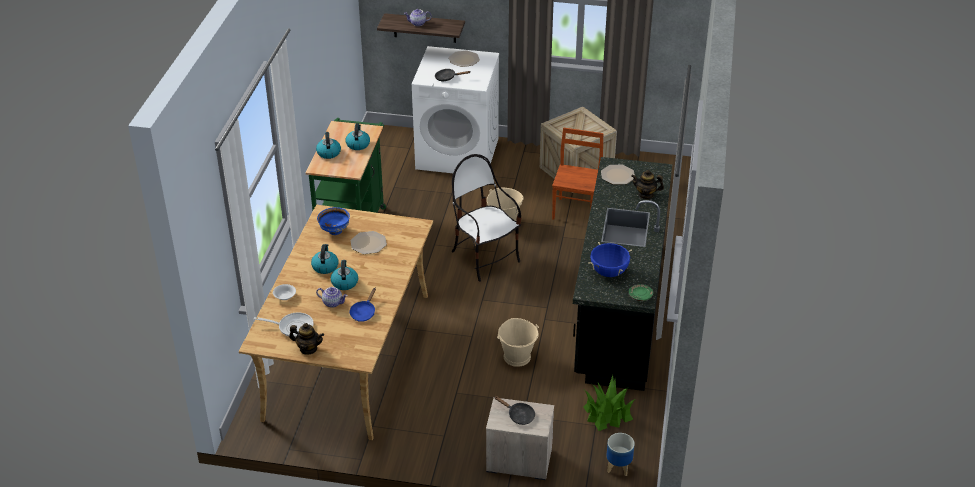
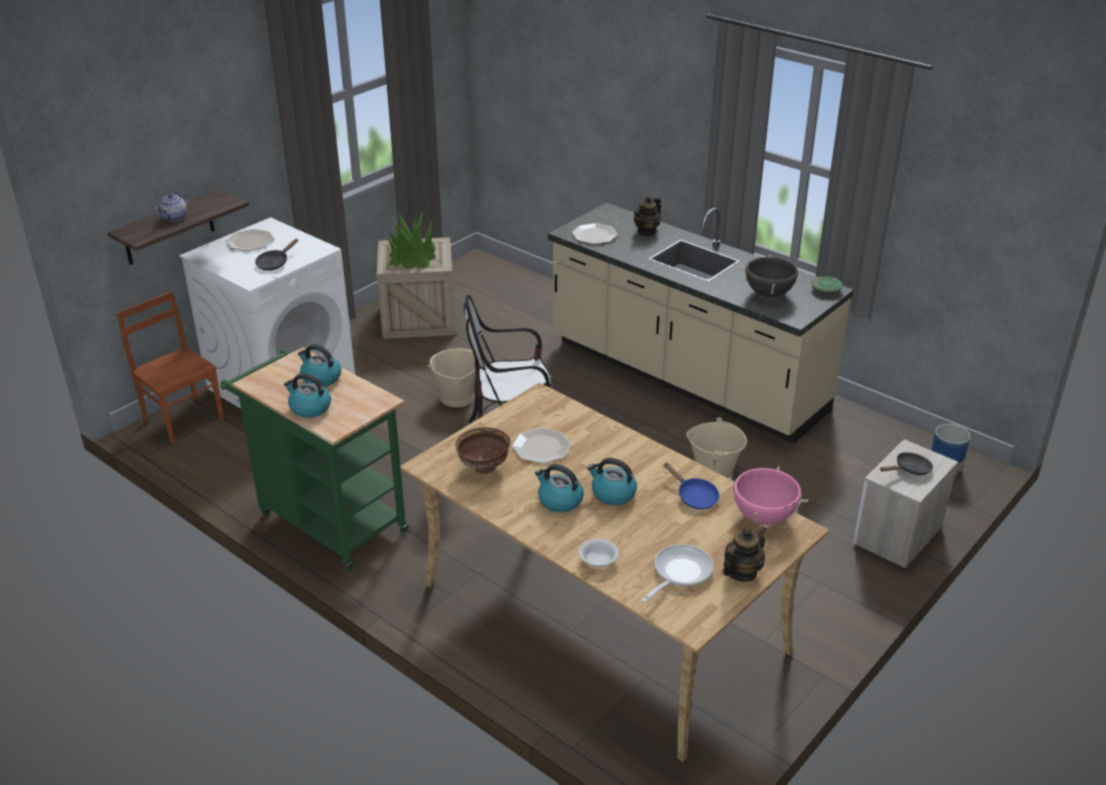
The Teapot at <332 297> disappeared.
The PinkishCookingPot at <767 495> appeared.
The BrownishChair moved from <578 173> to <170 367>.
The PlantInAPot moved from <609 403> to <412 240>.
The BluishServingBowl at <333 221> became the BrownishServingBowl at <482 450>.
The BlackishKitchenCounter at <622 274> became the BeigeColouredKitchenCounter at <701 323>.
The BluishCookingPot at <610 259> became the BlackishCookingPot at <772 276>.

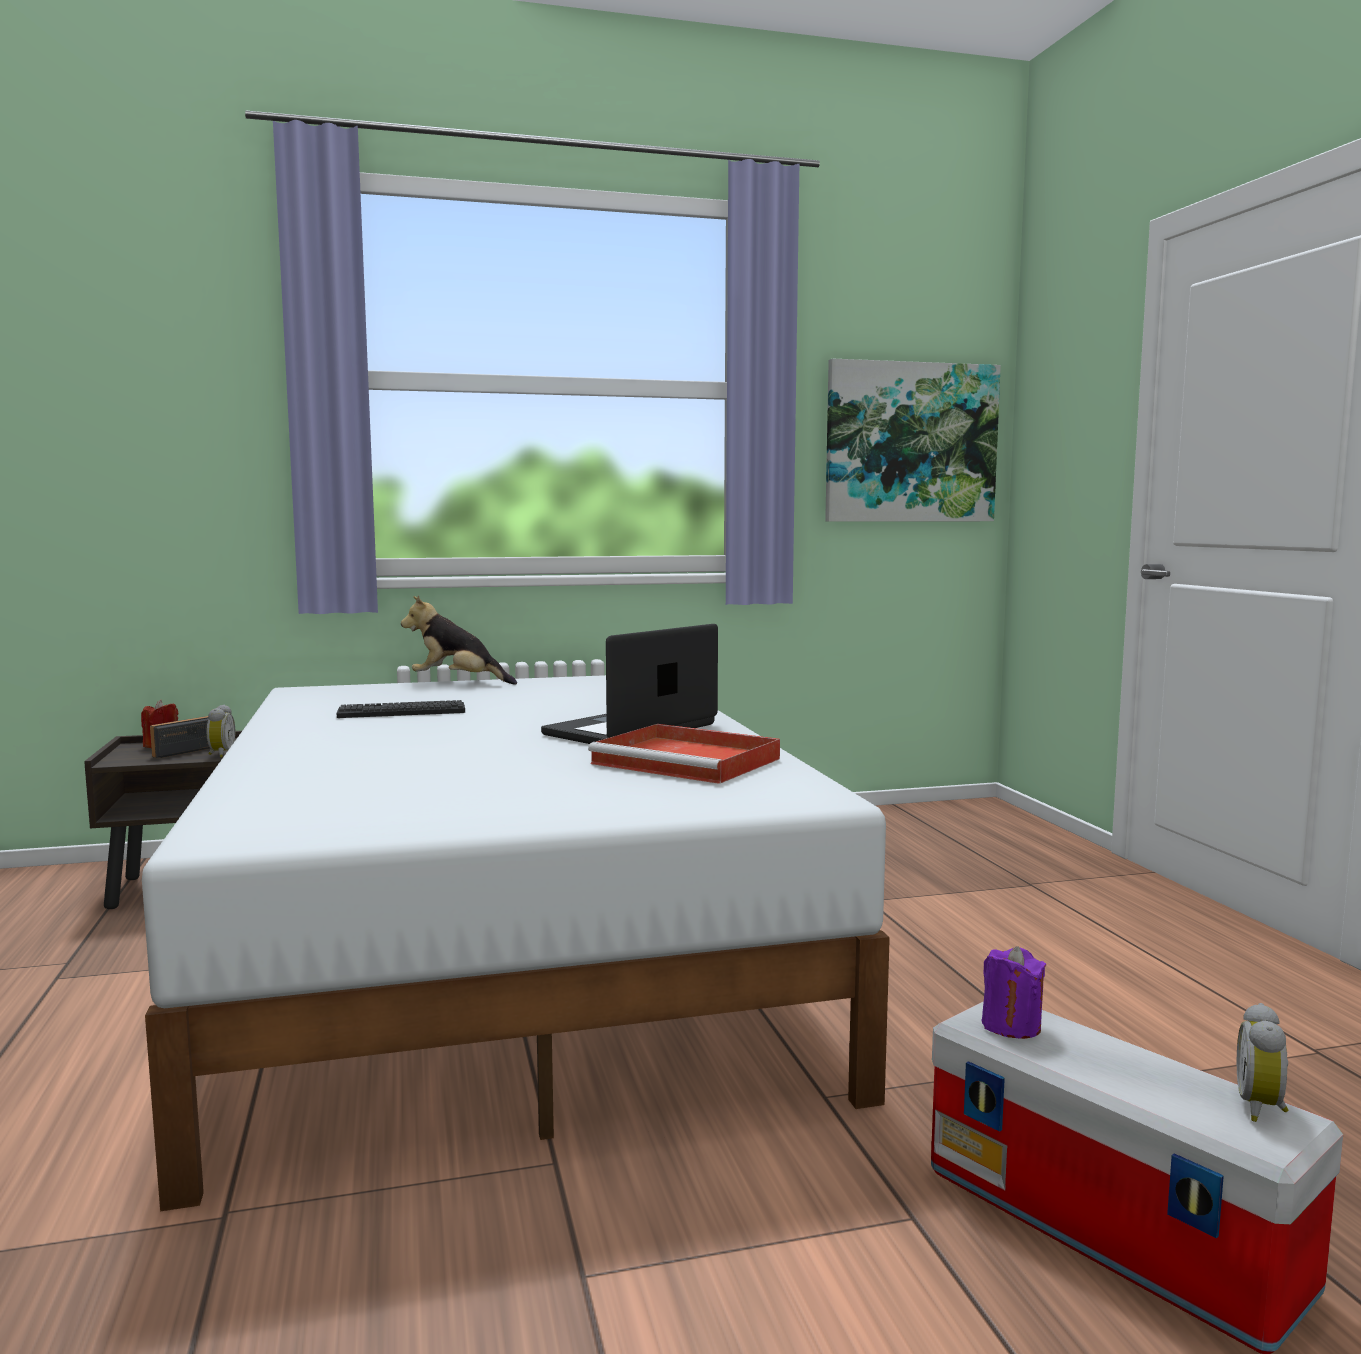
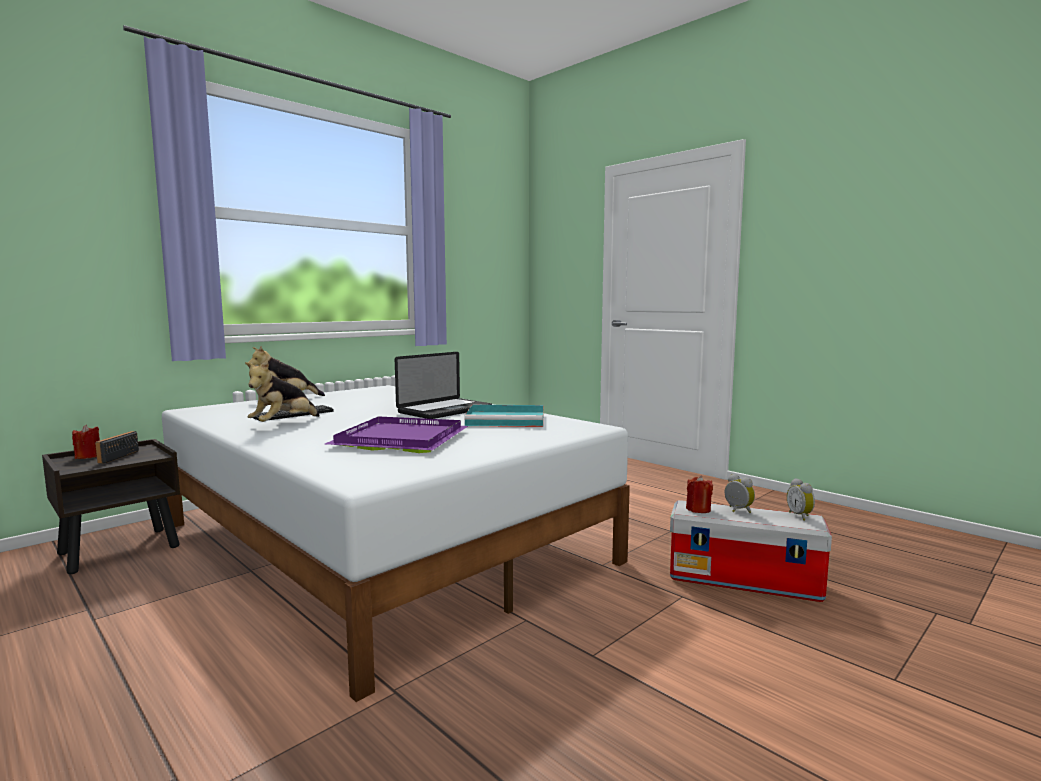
The Picture at <913 440> disappeared.
The PlushToy at <282 391> appeared.
The PurplishTray at <396 435> appeared.
The TableClock moved from <221 731> to <740 493>.
The RedTray at <684 754> became the TurquoiseColouredTray at <504 416>.
The PurplishCandle at <1014 992> became the RedCandle at <699 494>.
The Laptop at <629 684> turned 150 degrees counterclockwise.

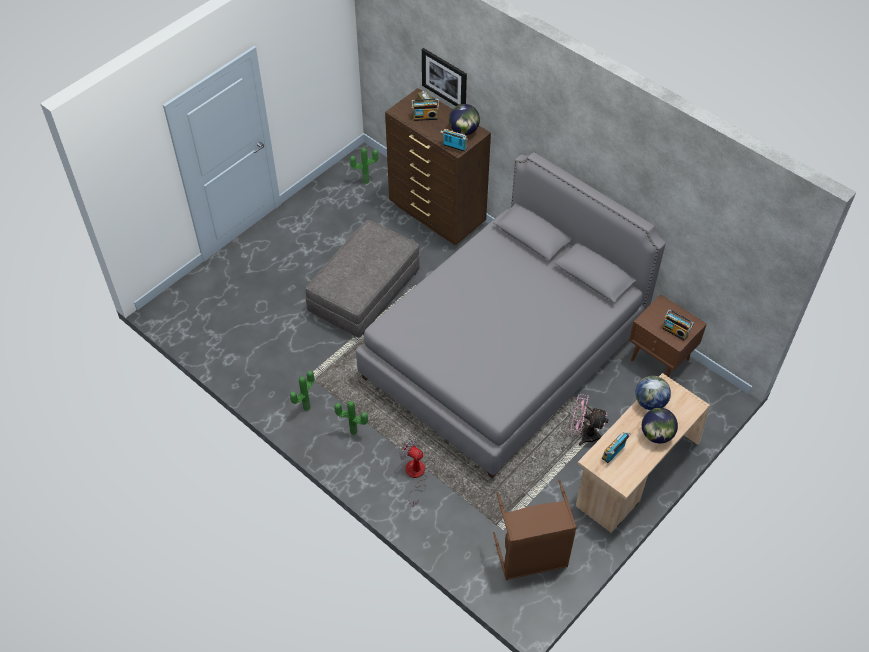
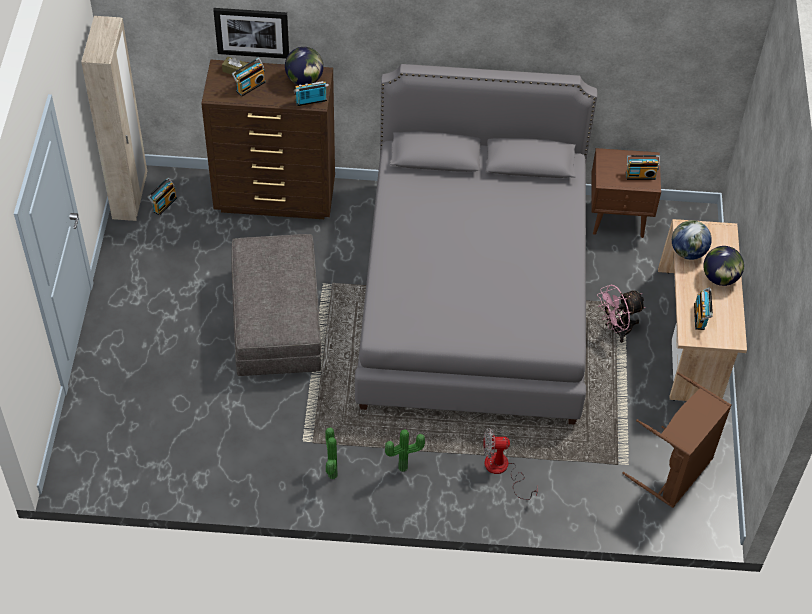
The BeigeColouredClothesCupboard at <114 118> appeared.
The PlantInAPot at <364 166> was replaced by the RadioSet at <162 197>.

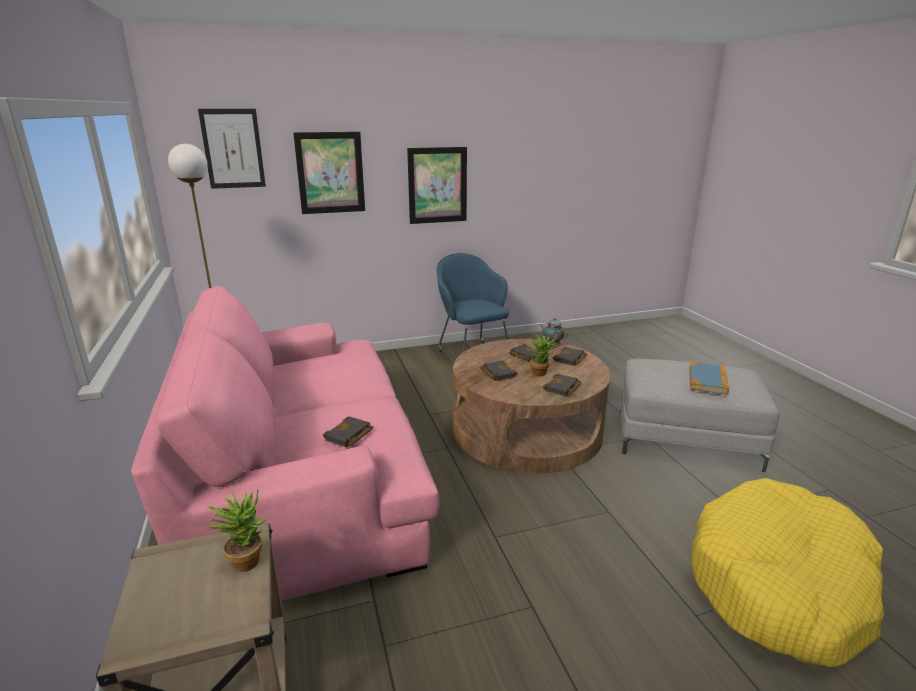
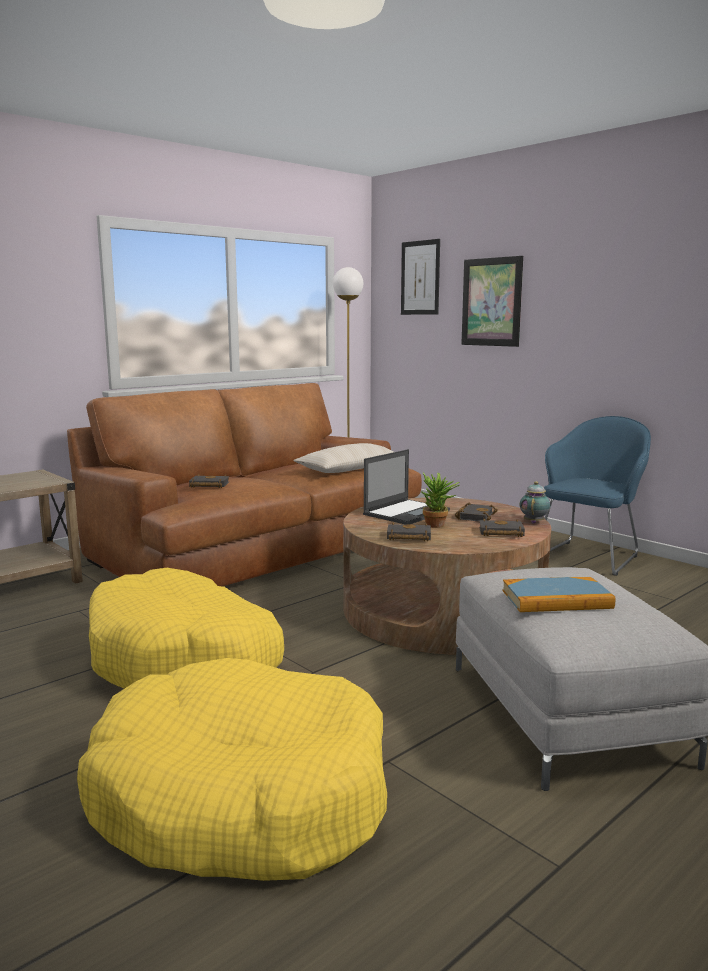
The PlantInAPot at <236 531> disappeared.
The Picture at <437 185> disappeared.
The YellowDogCushion at <186 628> appeared.
The BeigeColouredPillow at <344 458> appeared.
The BlackishBoundBook at <499 370> was replaced by the Laptop at <406 487>.
The PinkishSofa at <285 443> became the BrownishSofa at <244 484>.

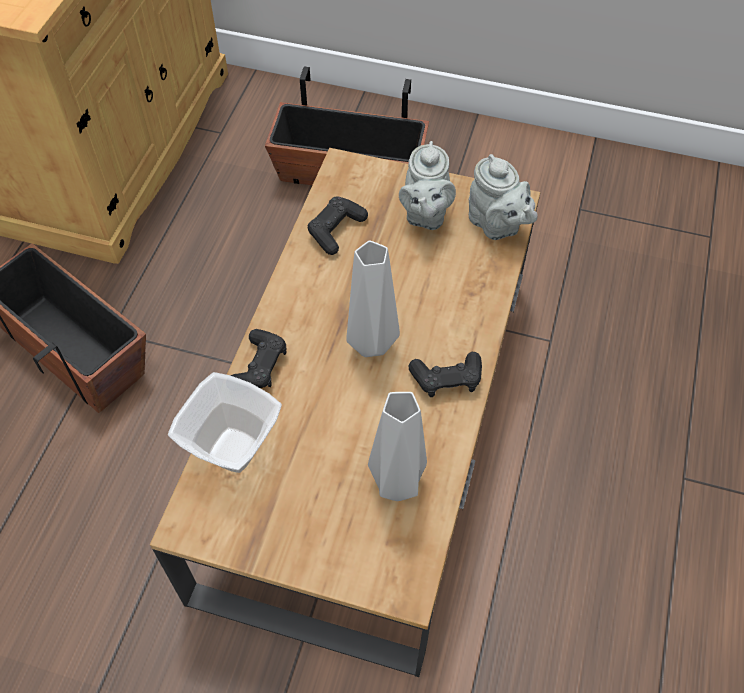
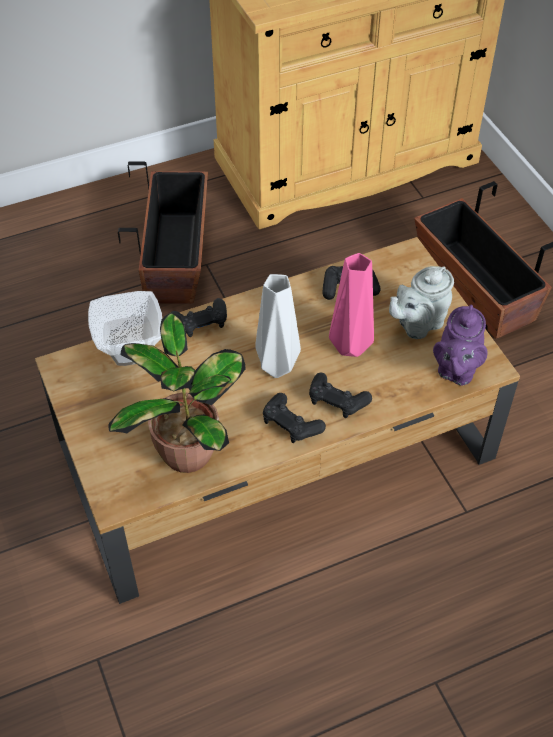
The BlackishJoypad at <340 395> appeared.
The PinkishFlowerVase at <351 305> appeared.
The GreyishFlowerVase at <397 446> was replaced by the PlantInAPot at <177 393>.
The GreyishTeapot at <503 197> became the PurplishTeapot at <460 345>.

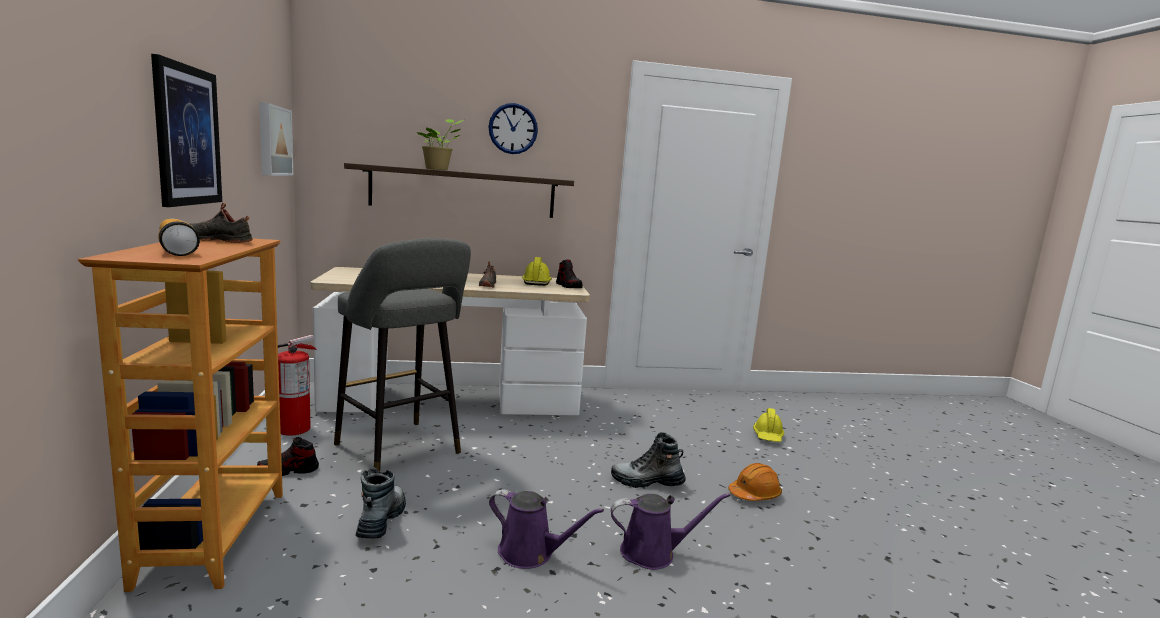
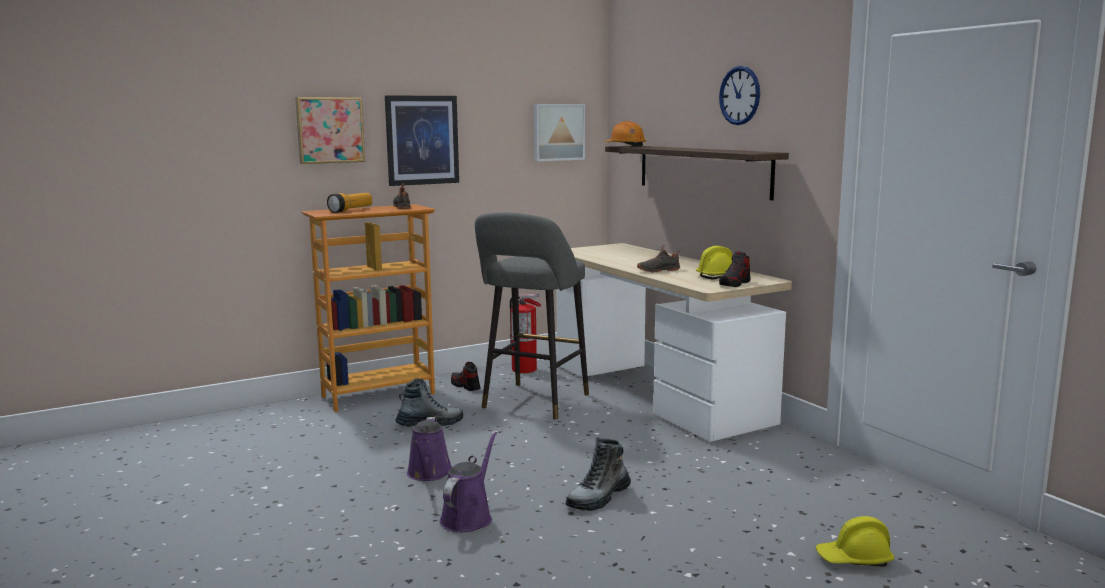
The PlantInAPot at <440 144> disappeared.
The Picture at <330 130> appeared.
The OrangeSafetyHelmet moved from <755 482> to <626 134>.
The Boot at <648 460> turned 120 degrees counterclockwise.
The PurplishSprinklingCan at <670 531> turned 135 degrees counterclockwise.

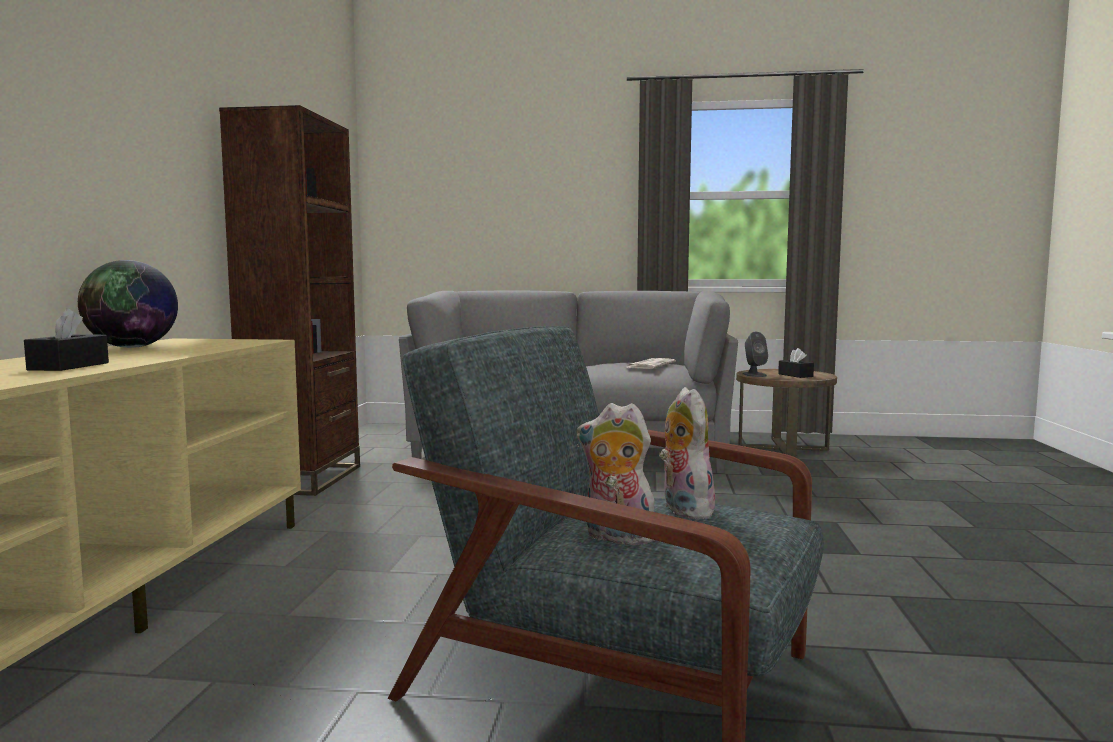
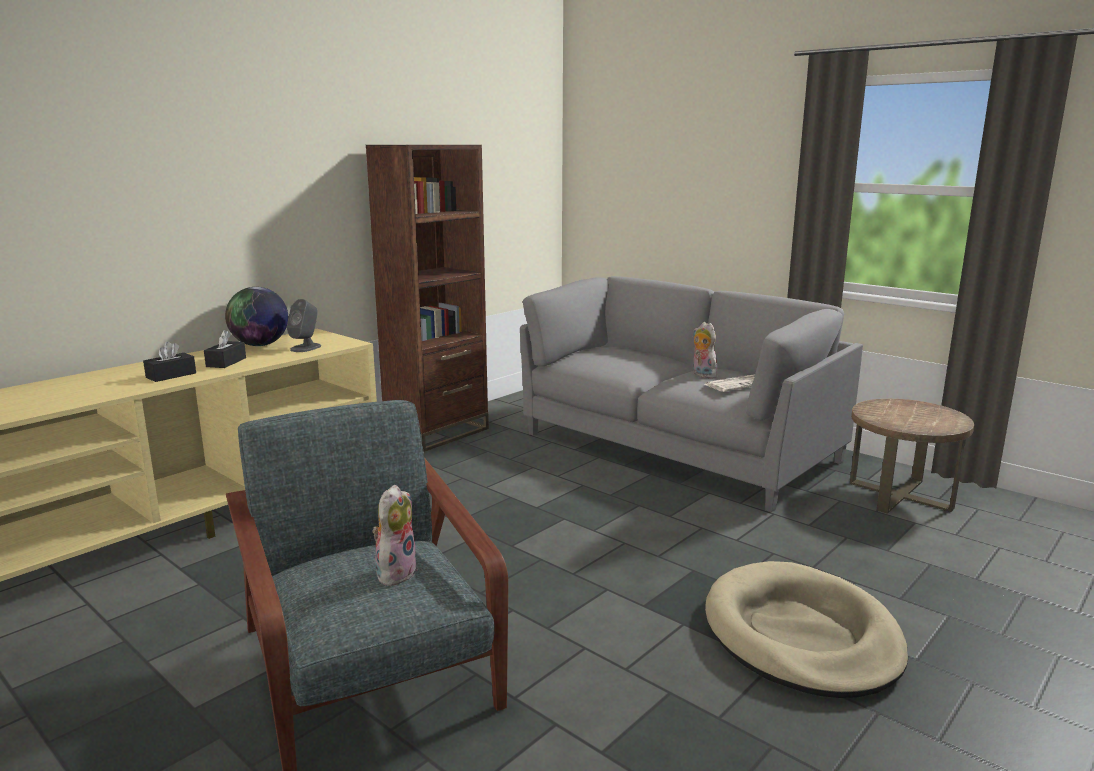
The BeigeColouredDogCushion at <806 629> appeared.
The PlushToy moved from <616 474> to <705 350>.
The GreyishSpeaker moved from <755 354> to <304 325>.
The BlackishBoxOfTissues moved from <796 363> to <225 349>.

